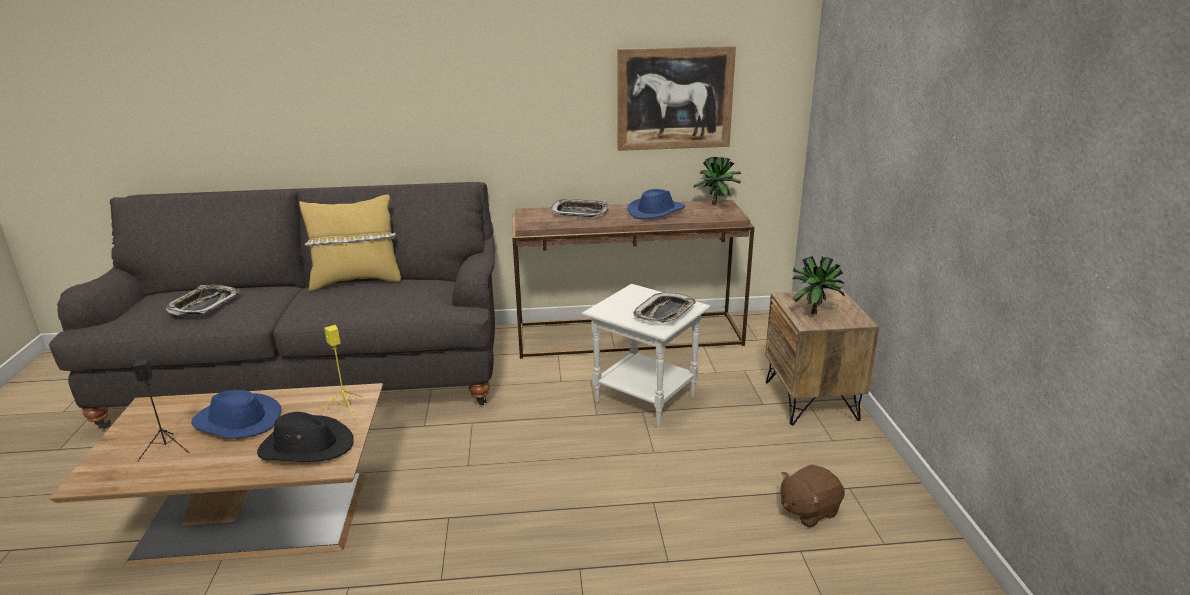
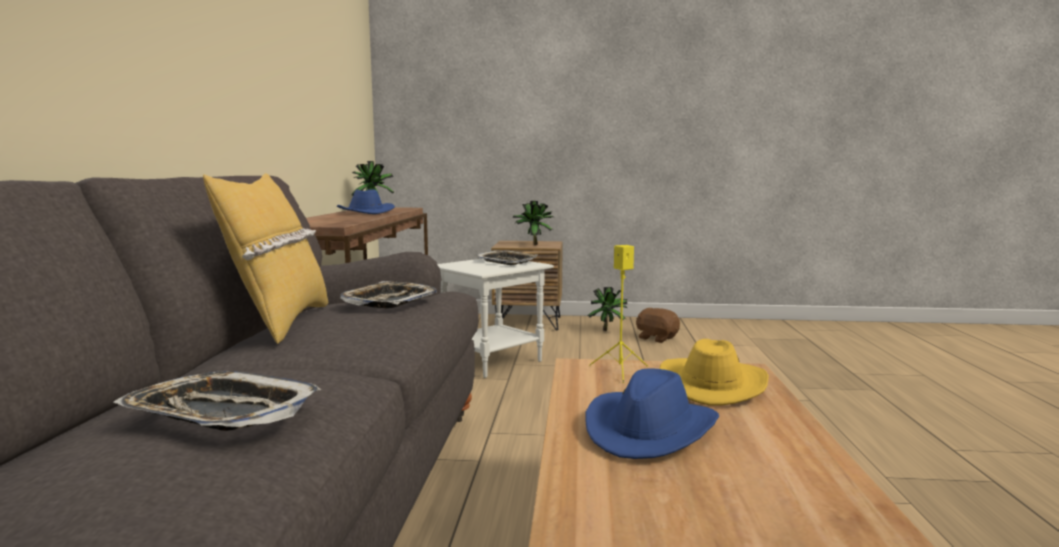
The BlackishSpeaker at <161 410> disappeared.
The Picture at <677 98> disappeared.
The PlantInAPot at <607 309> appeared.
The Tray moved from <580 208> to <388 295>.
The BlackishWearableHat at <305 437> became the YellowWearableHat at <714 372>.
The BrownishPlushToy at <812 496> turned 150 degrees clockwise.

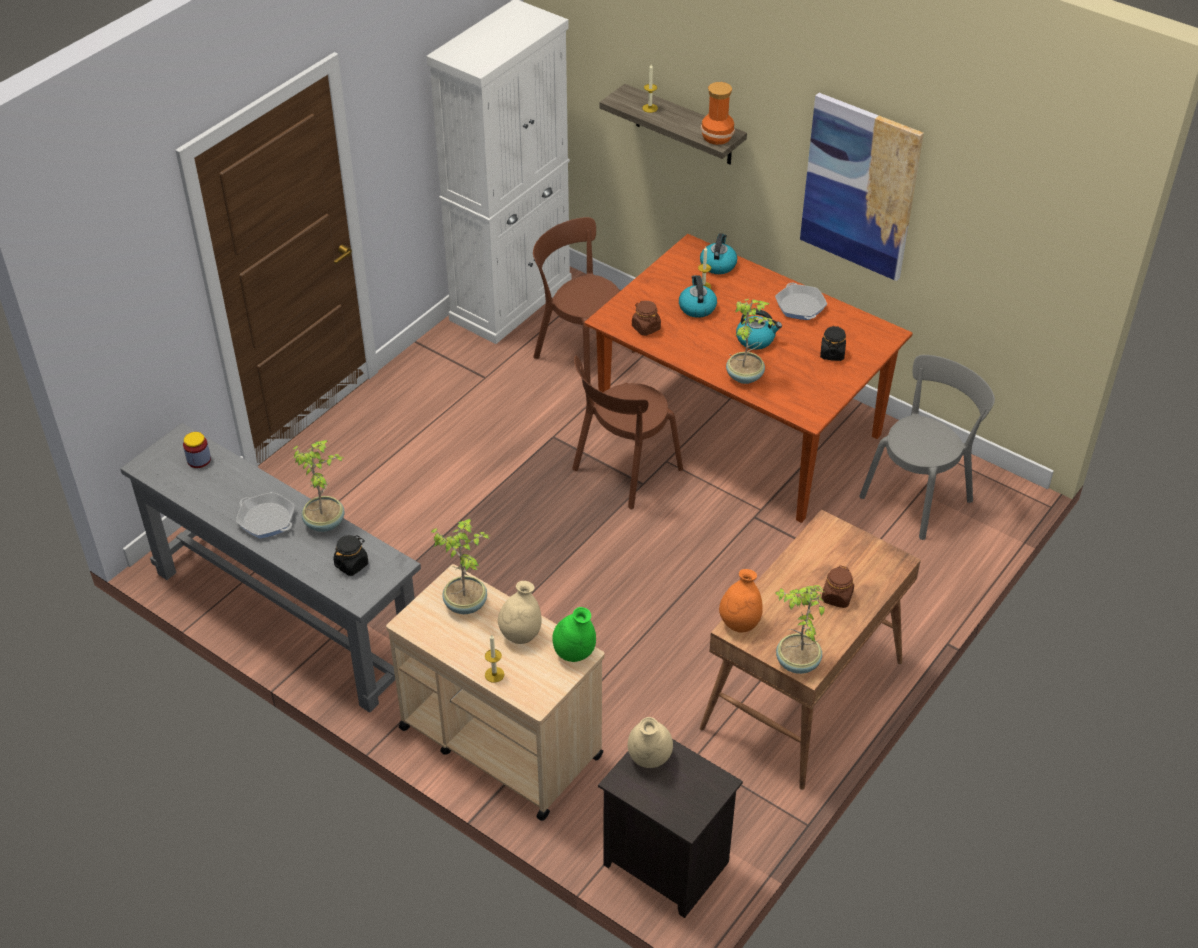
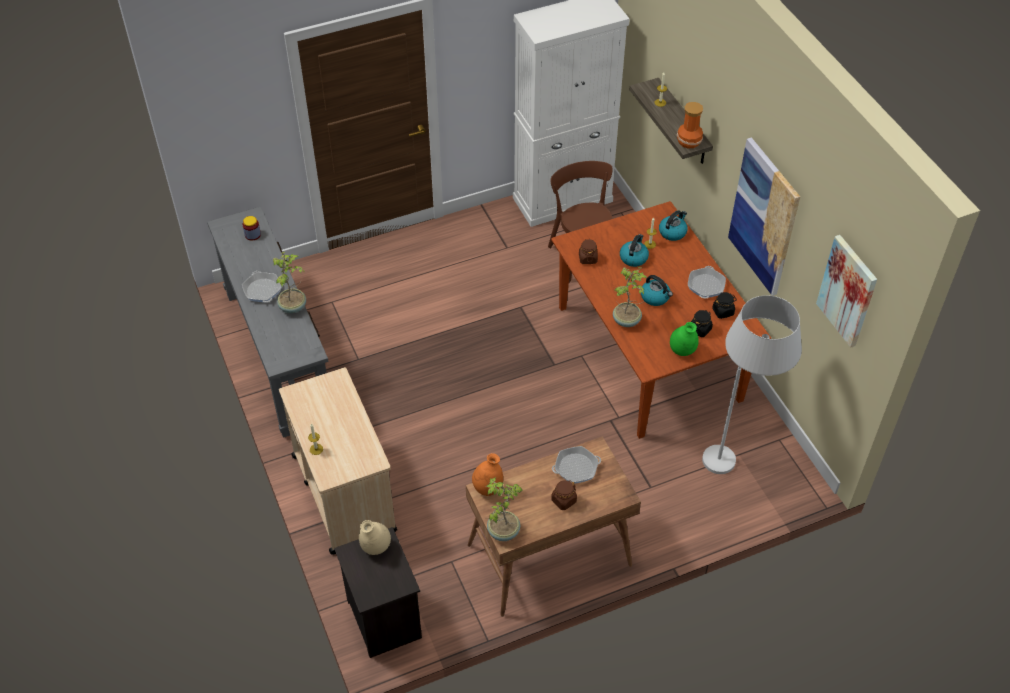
The PlantInAPot at <460 566> disappeared.
The BeigeColouredFlowerVase at <519 612> disappeared.
The BrownishChair at <627 432> disappeared.
The Pan at <576 464> appeared.
The Picture at <846 291> appeared.
The BlackishPreserveJar moved from <351 555> to <724 305>.
The GreenFlowerVase moved from <574 634> to <684 339>.
The GreyishChair at <927 447> was replaced by the WhiteFloorLamp at <752 384>.

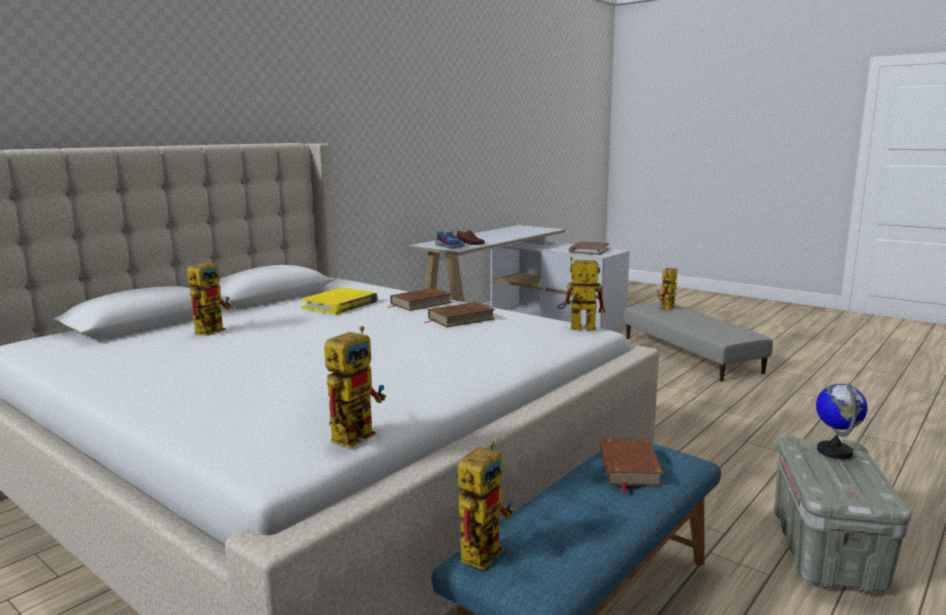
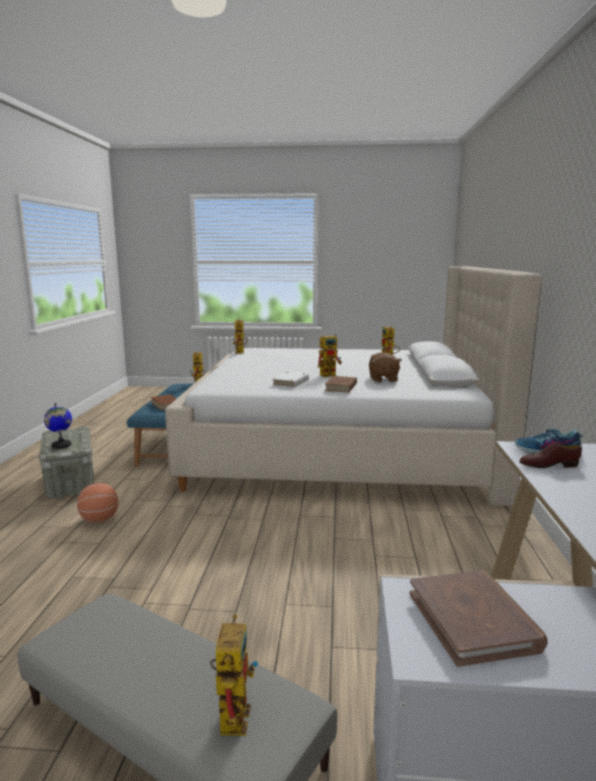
The BasketballBall at <98 503> appeared.
The ModelRobot moved from <581 294> to <330 355>.
The YellowBoundBook at <339 300> was replaced by the BrownishPlushToy at <385 367>.
The BrownishBoundBook at <460 314> became the WhiteBoundBook at <290 380>.

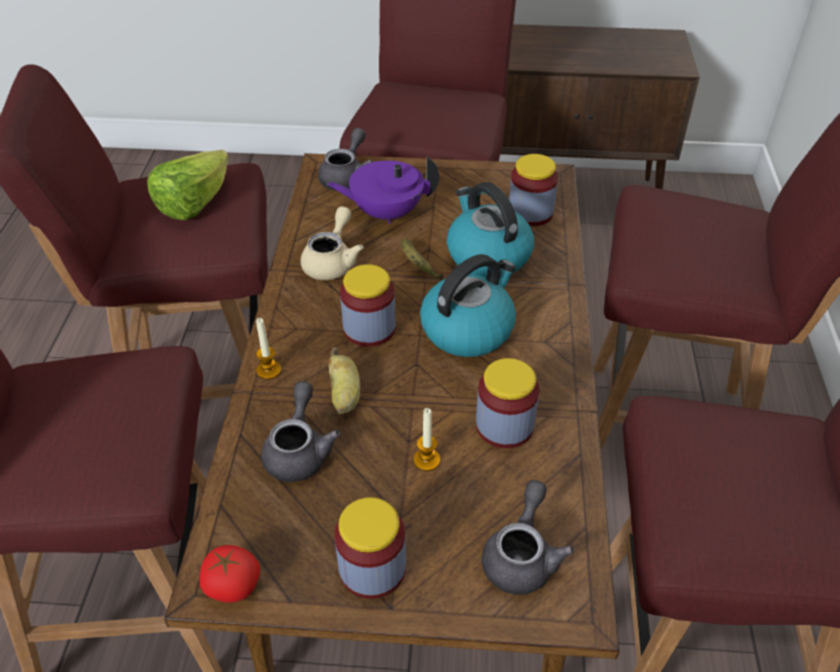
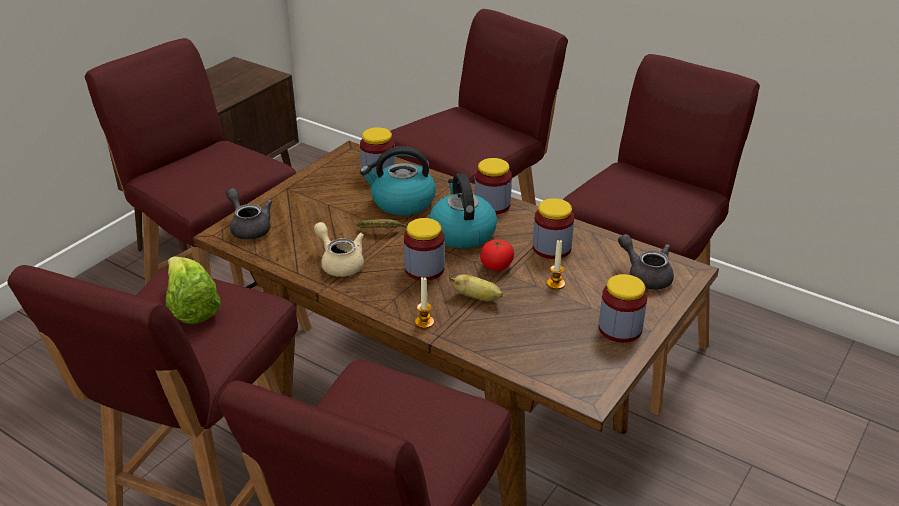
The GreyishTeapot at <300 431> disappeared.
The PurplishTeapot at <383 190> disappeared.
The PreserveJar at <493 186> appeared.
The WholeTomato moved from <229 574> to <497 255>.

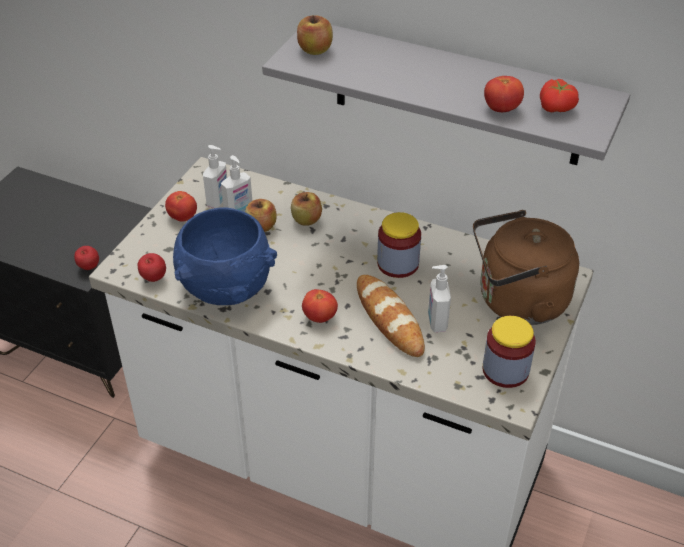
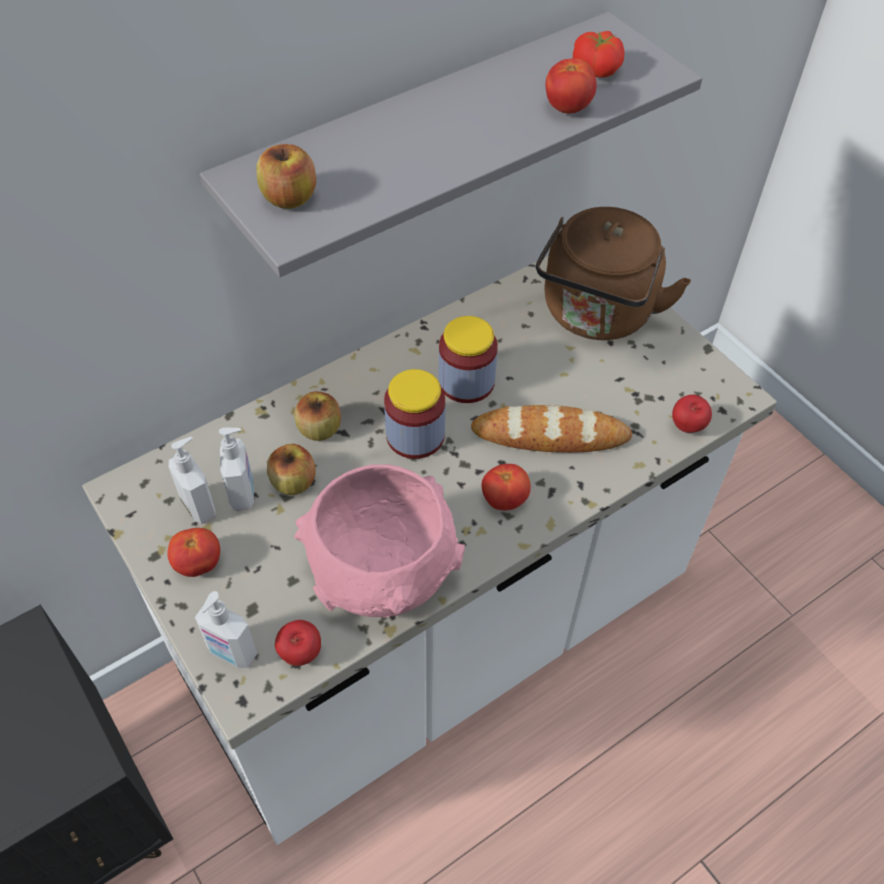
The Apple moved from <86 258> to <692 413>.
The SoapDispenser moved from <439 298> to <226 629>.
The PreserveJar moved from <509 352> to <415 414>.
The BluishServingBowl at <225 256> became the PinkishServingBowl at <379 540>.

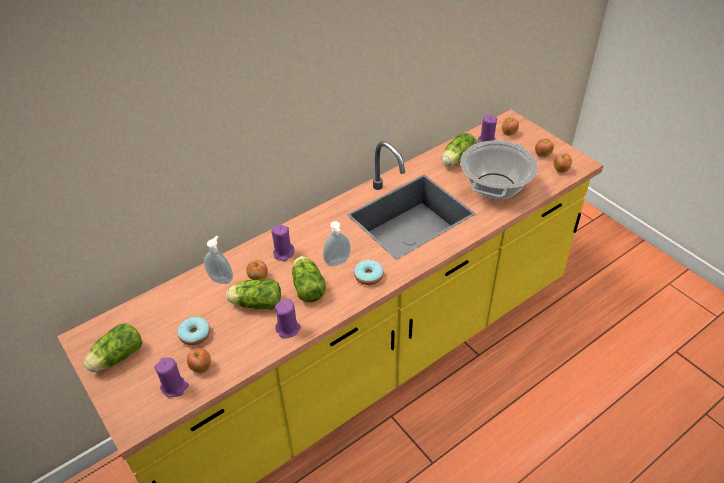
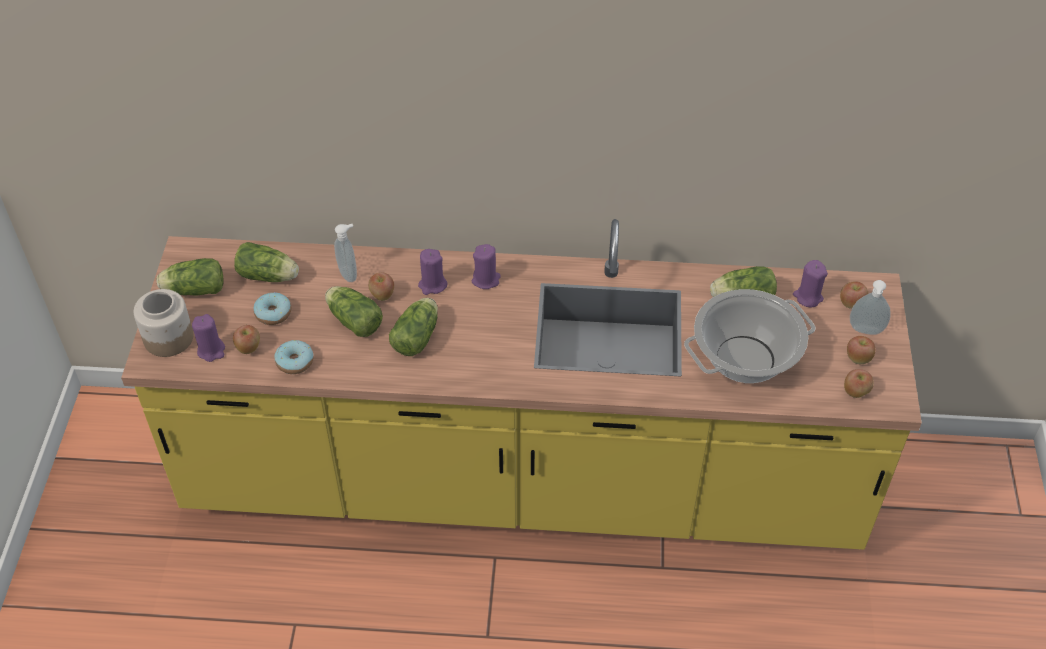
The PreserveJar at <164 323> appeared.
The HeadOfLettuce at <266 262> appeared.
The PurplishCandle moved from <288 318> to <486 266>.
The SoapDispenser moved from <337 243> to <870 307>.
The Doughnut moved from <368 272> to <294 357>.

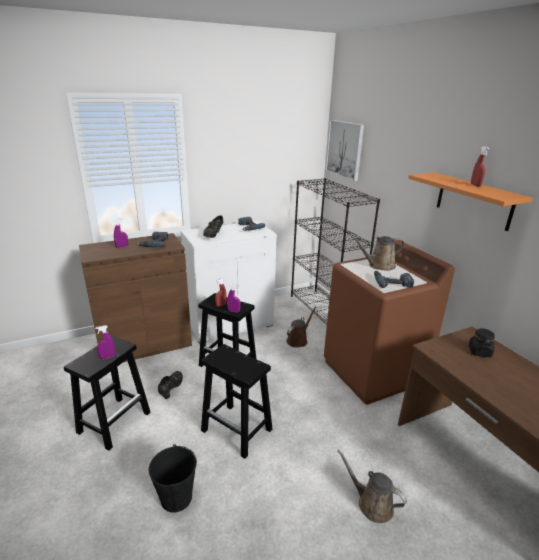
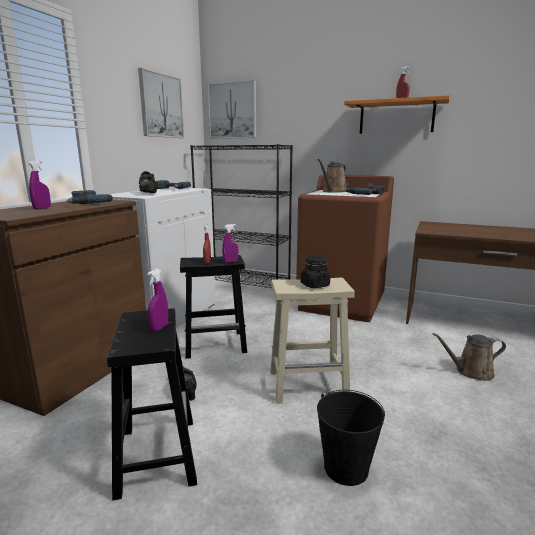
The BrownishSprinklingCan at <301 327> disappeared.
The Picture at <161 103> appeared.
The BlackishPreserveJar moved from <482 342> to <315 272>.
The BlackishStoolSeat at <236 401> became the BeigeColouredStoolSeat at <312 341>.

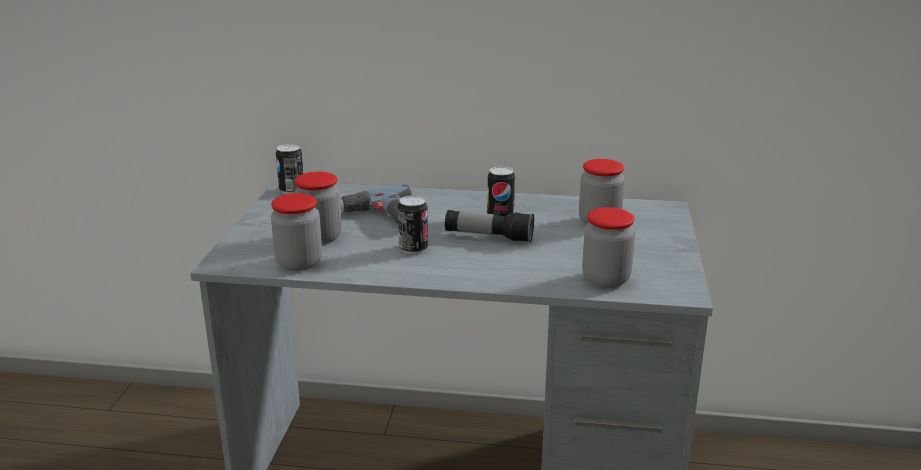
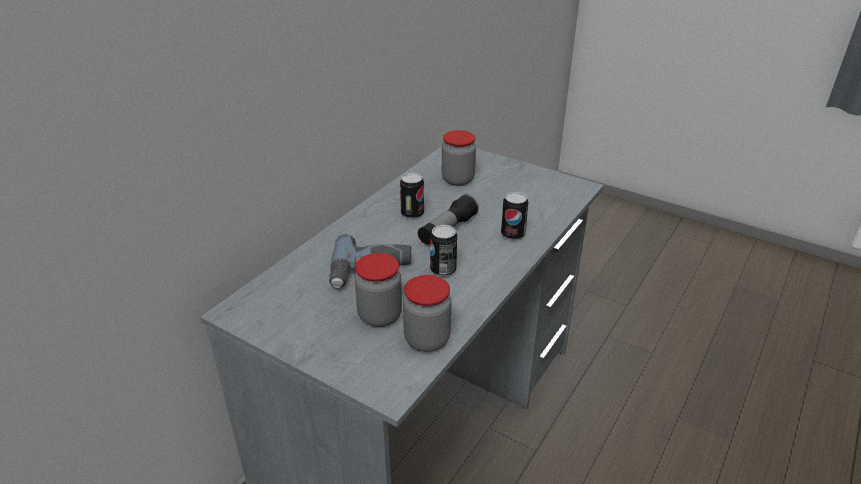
The PreserveJar at <608 247> disappeared.
The SealedCan moved from <290 169> to <515 216>.

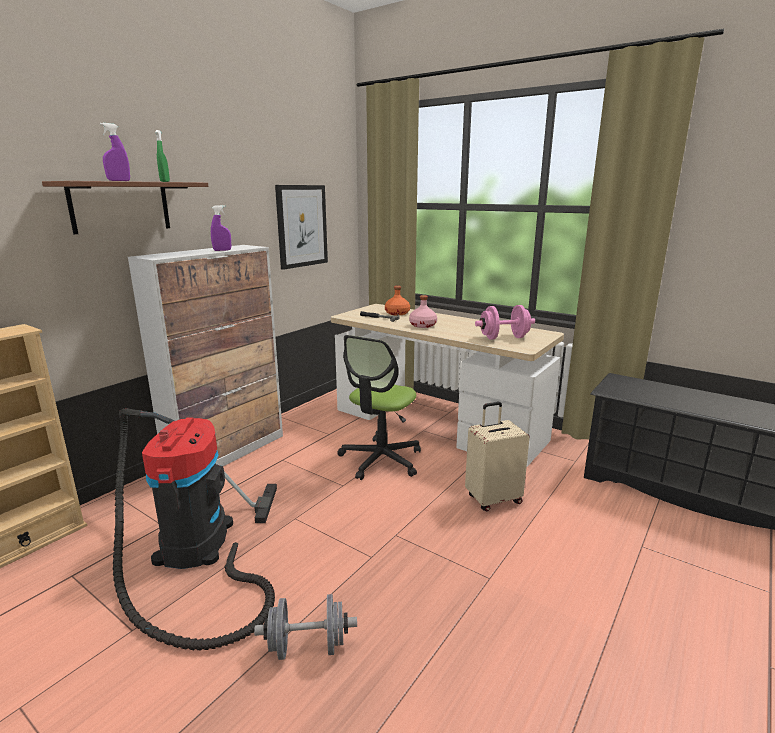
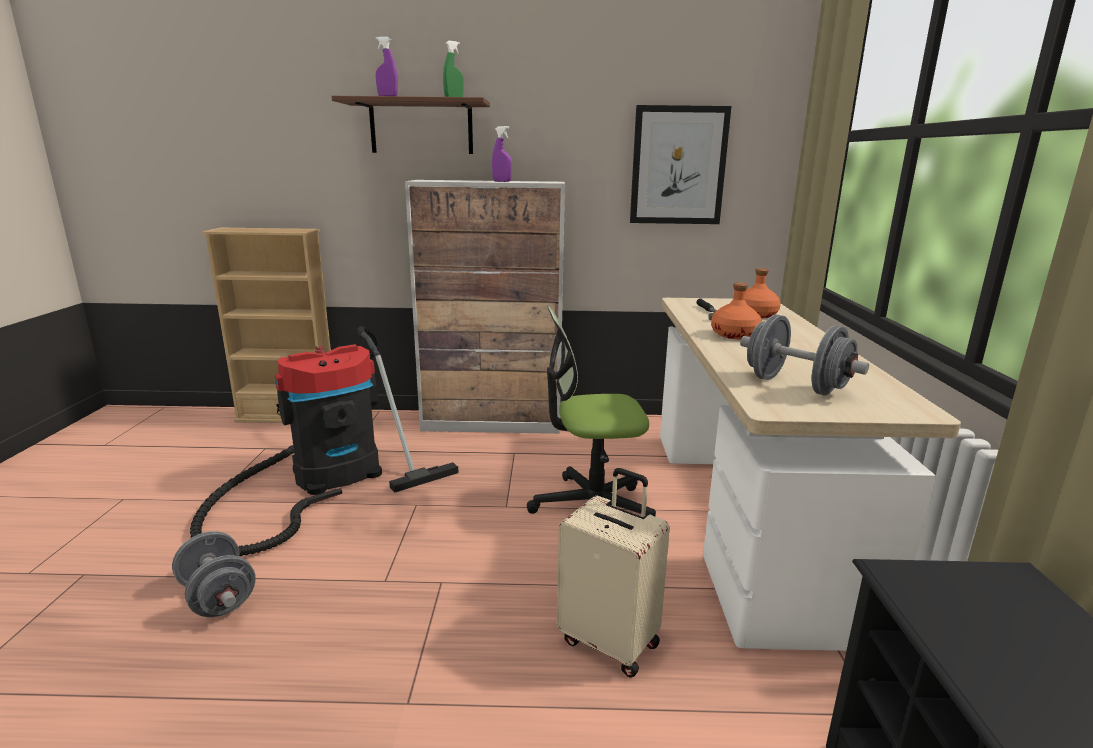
The PinkishDrinkBottle at <423 311> became the OrangeDrinkBottle at <736 310>.
The PinkishHandWeight at <505 322> became the GreyishHandWeight at <804 355>.

